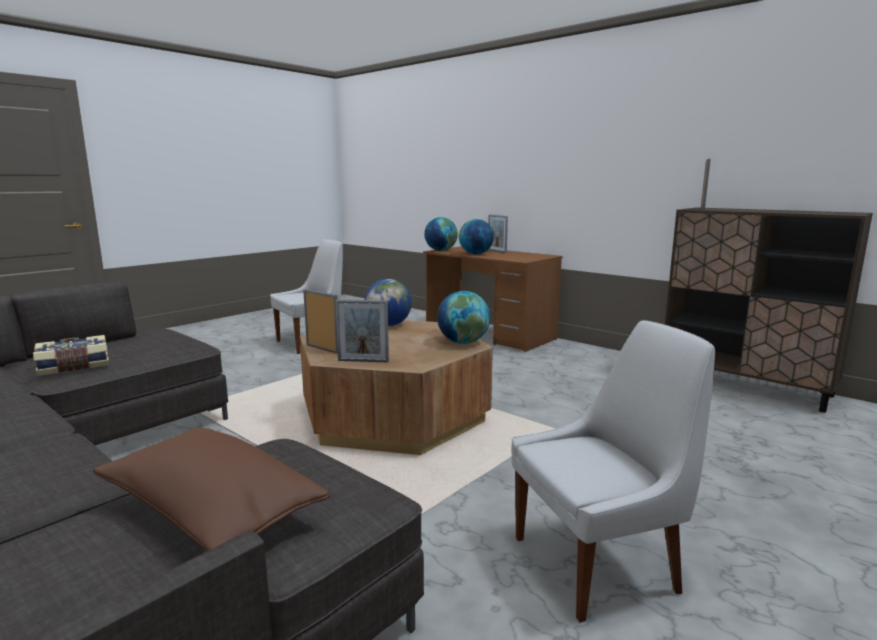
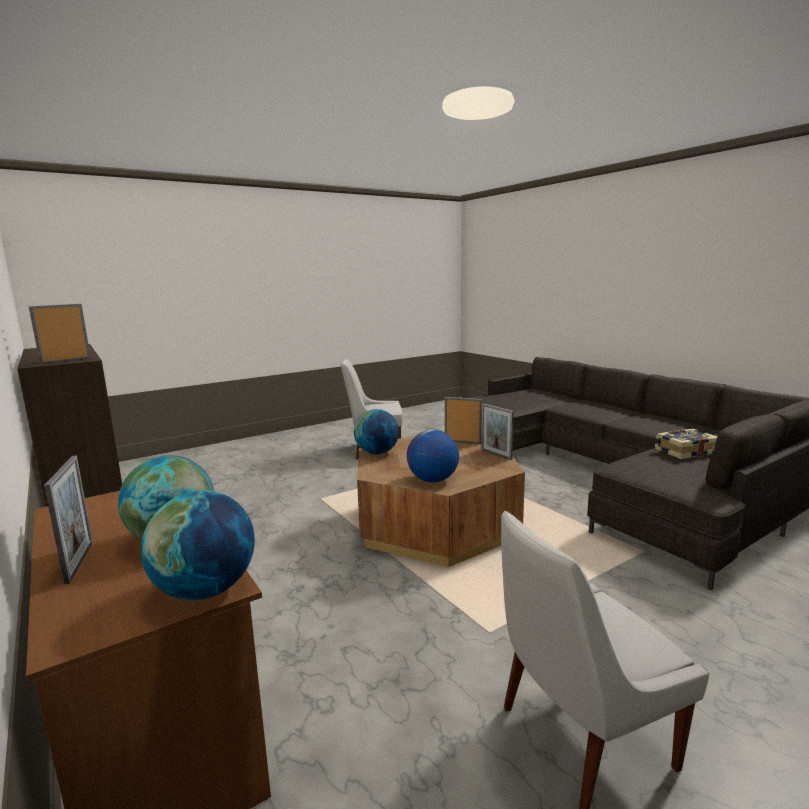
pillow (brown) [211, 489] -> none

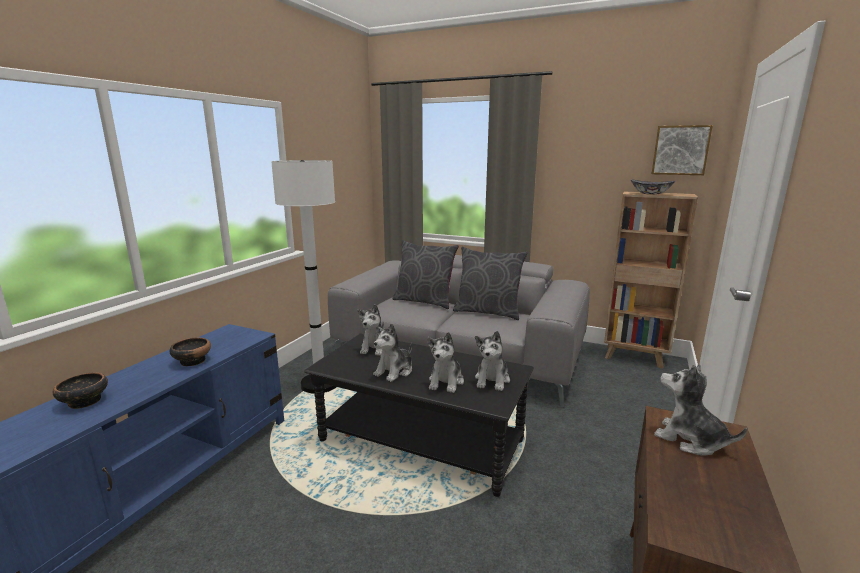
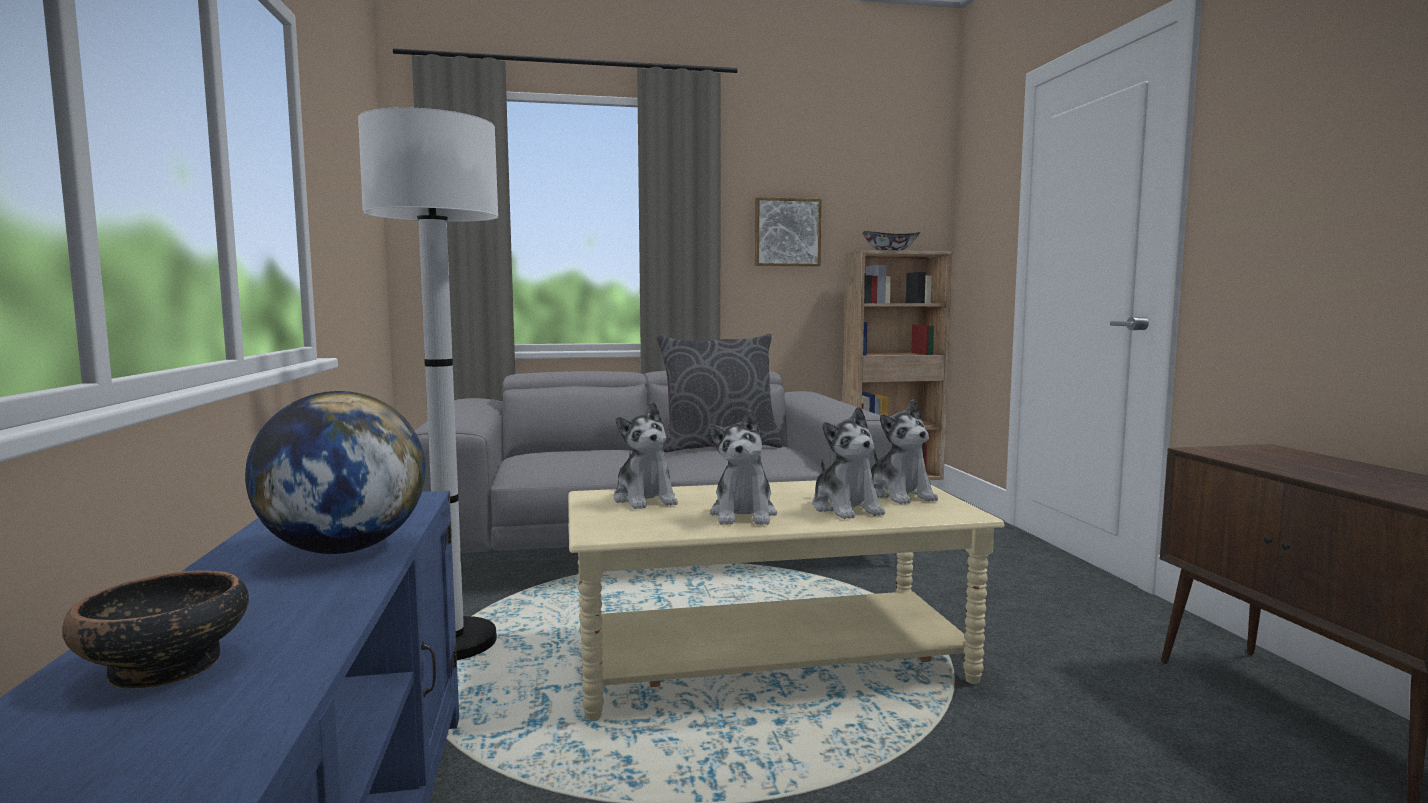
pillow (grey) [426, 274] -> none
plush toy [700, 410] -> none
picture [682, 150] -> picture [788, 231], shifted
bowl [190, 351] -> globe [335, 472]
coffee table (black) [419, 415] -> coffee table (beige) [786, 600]

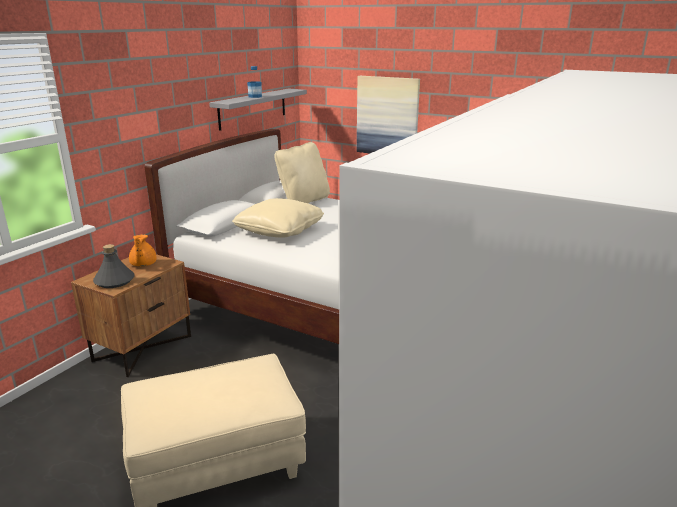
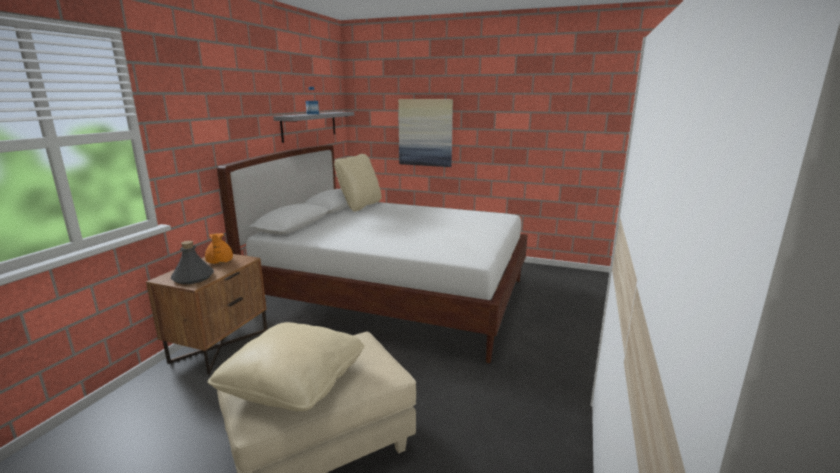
pillow (beige) [278, 218] -> pillow (beige) [286, 366], shifted

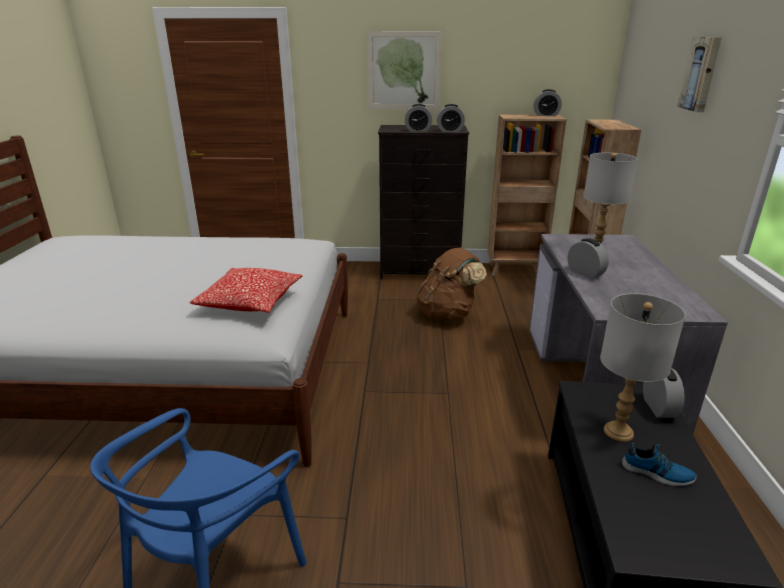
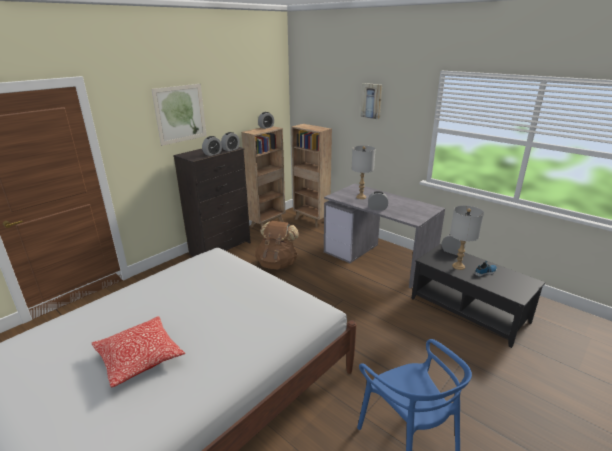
pillow [246, 290] -> pillow [138, 352], shifted

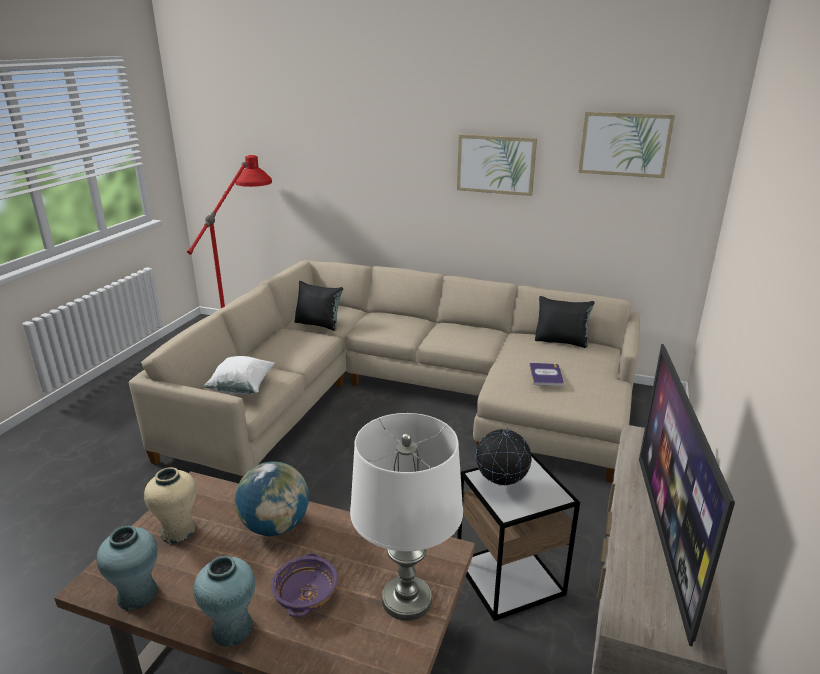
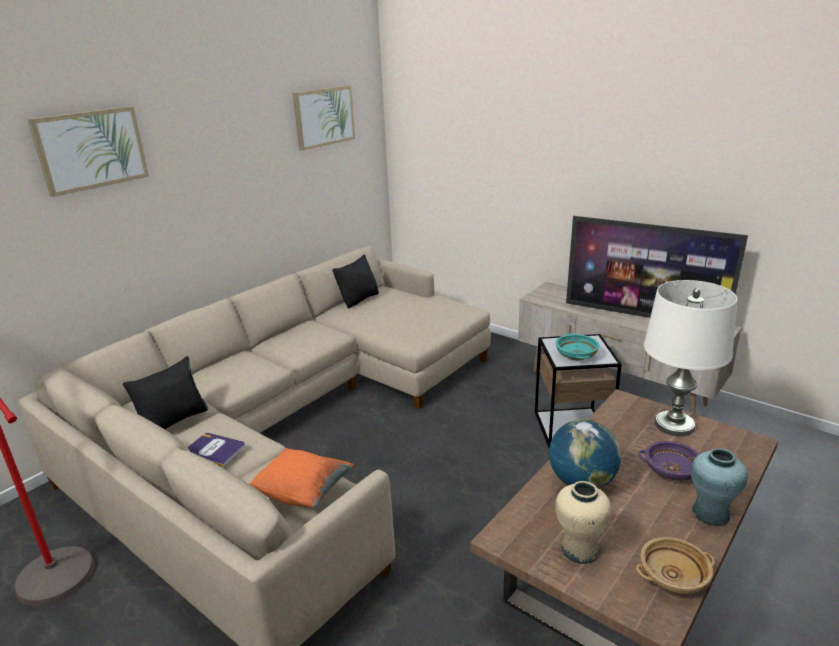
picture [497, 165] -> picture [88, 151], shifted
book [546, 374] -> book [216, 450], shifted
vase (turquoise) [127, 568] -> bowl (beige) [675, 565]
globe [504, 456] -> bowl (turquoise) [577, 347]
pillow (white) [239, 375] -> pillow (orange) [302, 478]

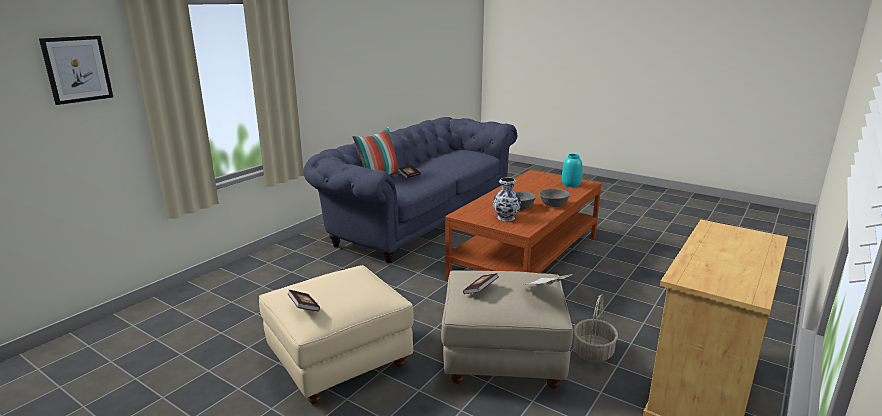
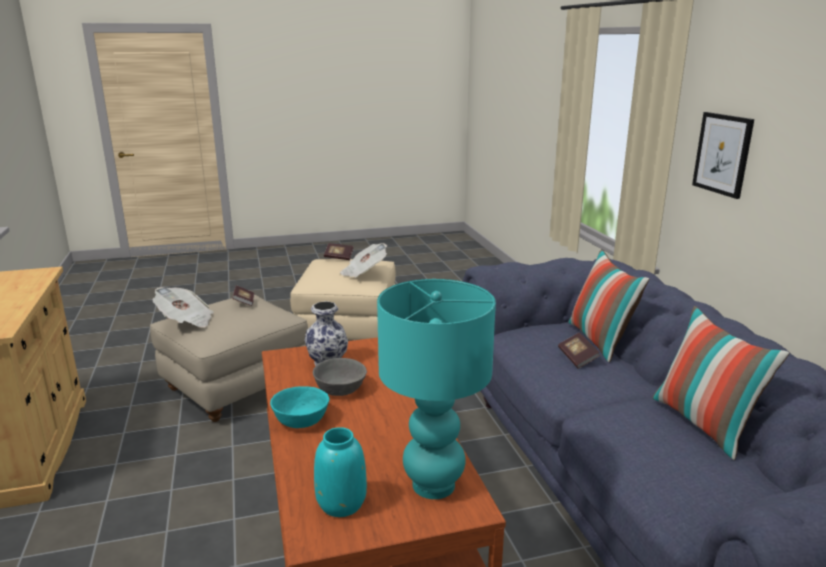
basket [595, 328] -> none
none -> newspaper [363, 260]
none -> table lamp (turquoise) [436, 389]
none -> pillow [720, 383]
picture [76, 70] -> picture [723, 155], shifted
bowl (grey) [554, 198] -> bowl (turquoise) [299, 407]

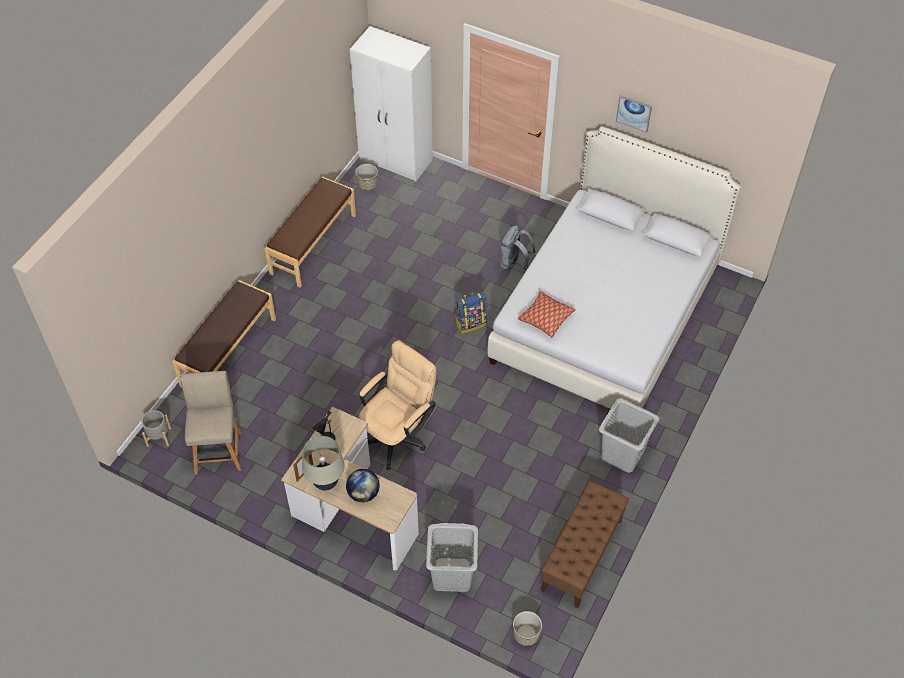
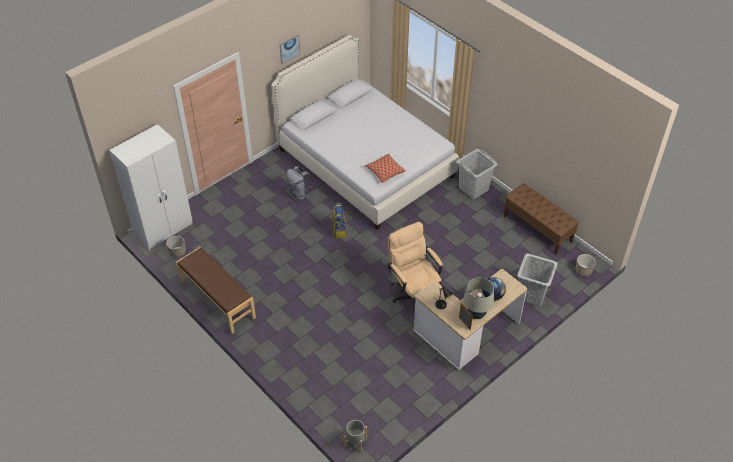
bench (brown) [224, 333] -> none
chair (beige) [211, 422] -> none

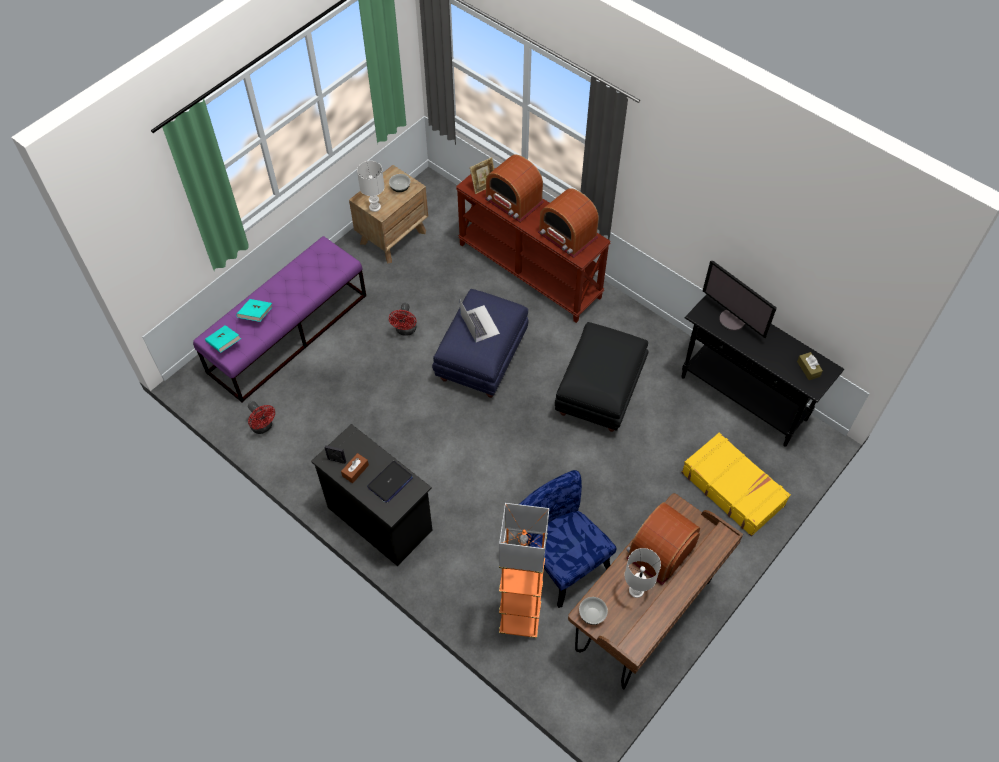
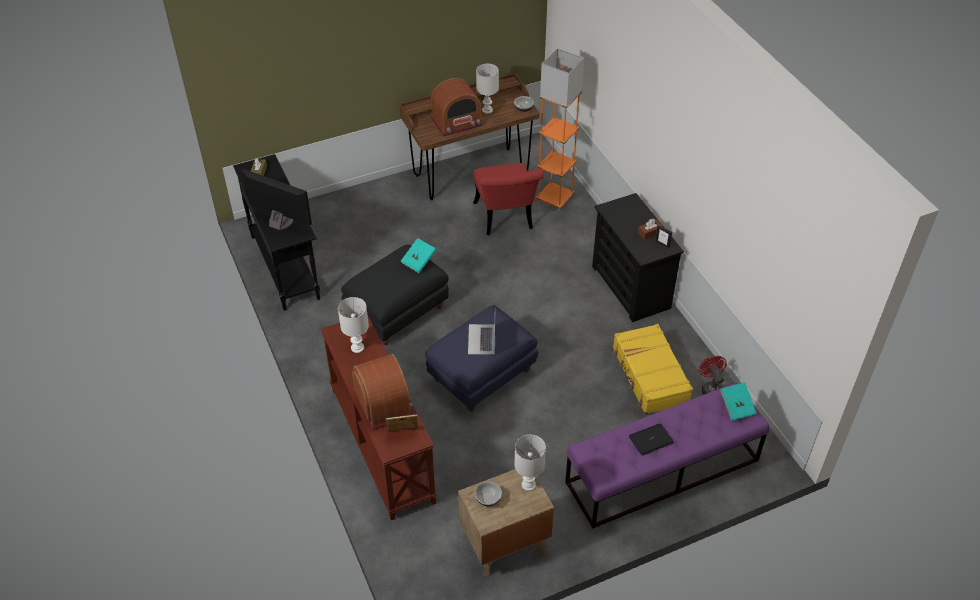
fan (red) [403, 319] -> none
book (turquoise) [254, 310] -> book (turquoise) [418, 255], shifted
laptop [390, 482] -> laptop [651, 439], shifted
suitcase (yellow) [736, 484] -> suitcase (yellow) [652, 369], shifted
radio [568, 223] -> table lamp (white) [353, 325]
chair (blue) [567, 539] -> chair (red) [508, 199]
monitor [740, 300] -> monitor [277, 199], 45 degrees counterclockwise

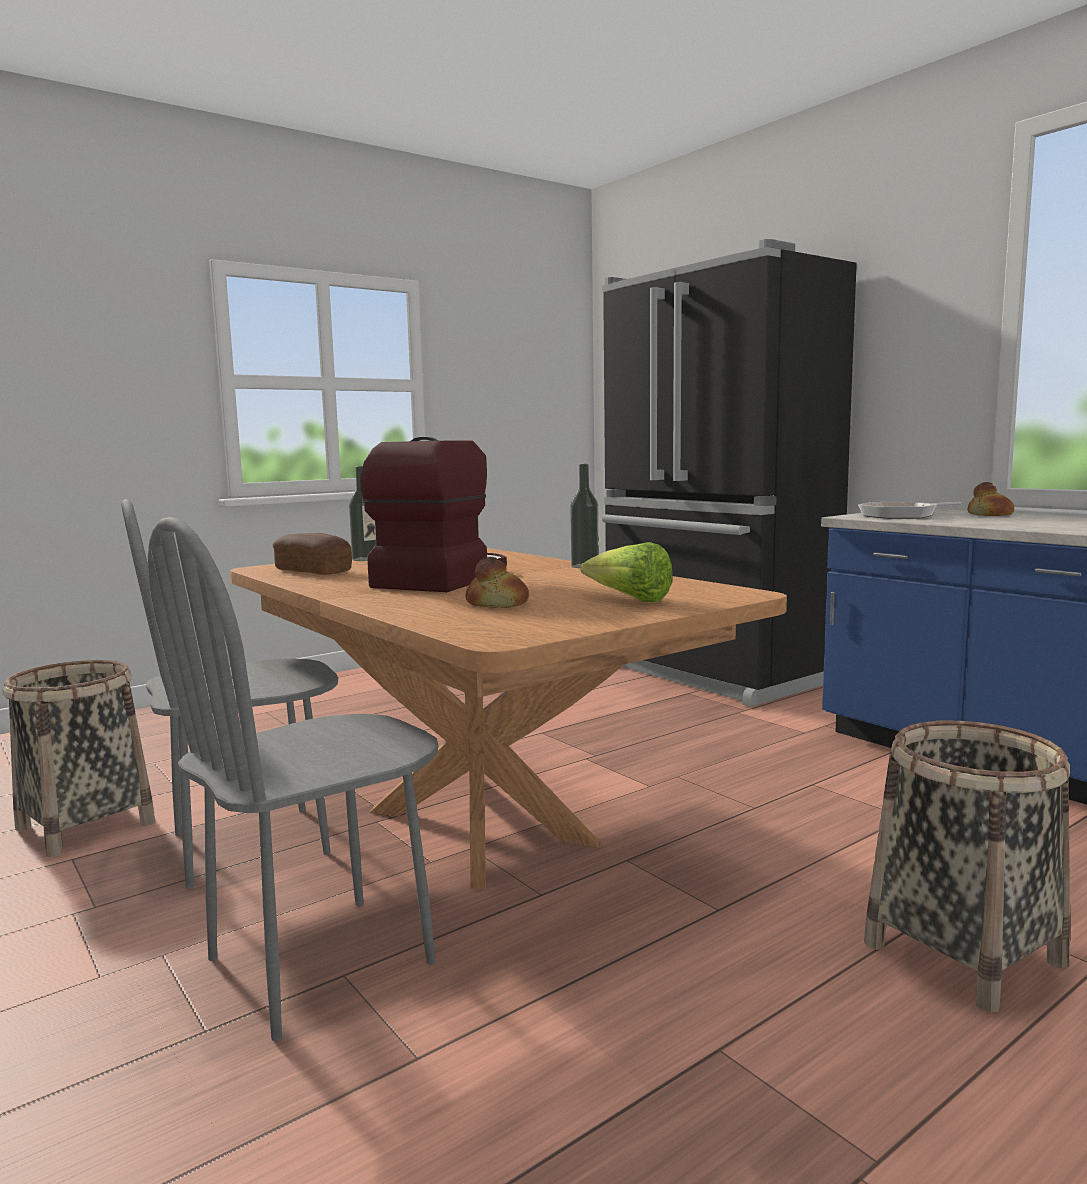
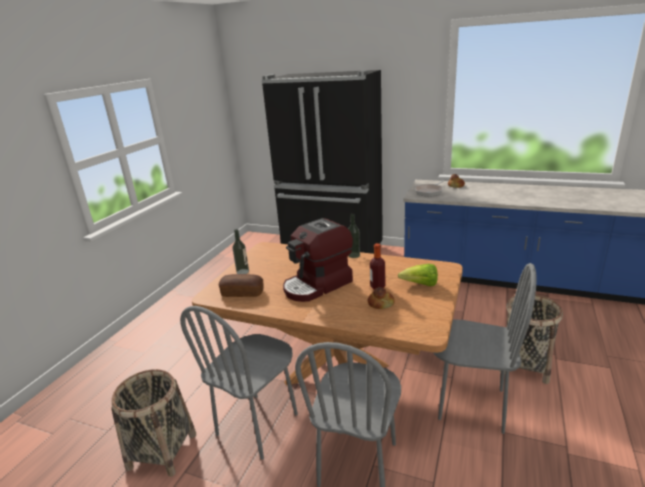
none -> bottle [377, 266]
none -> chair (grey) [484, 348]
coffee machine [433, 514] -> coffee machine [318, 260], 120 degrees counterclockwise

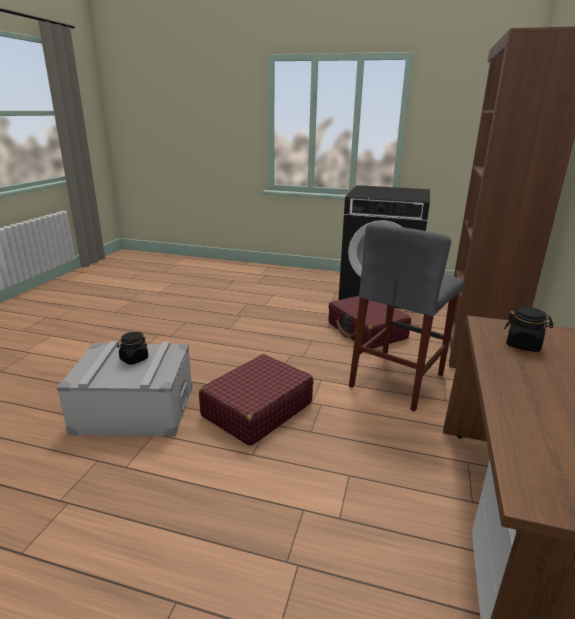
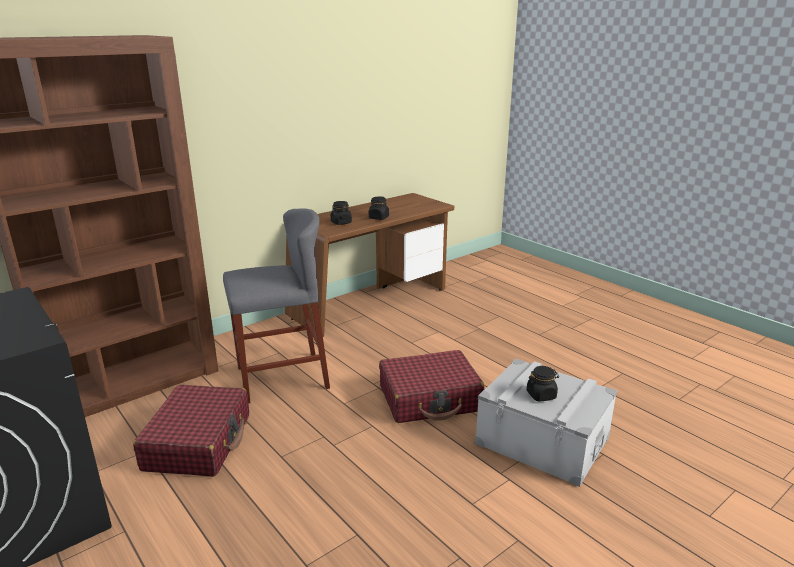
none -> jar (black) [379, 208]

